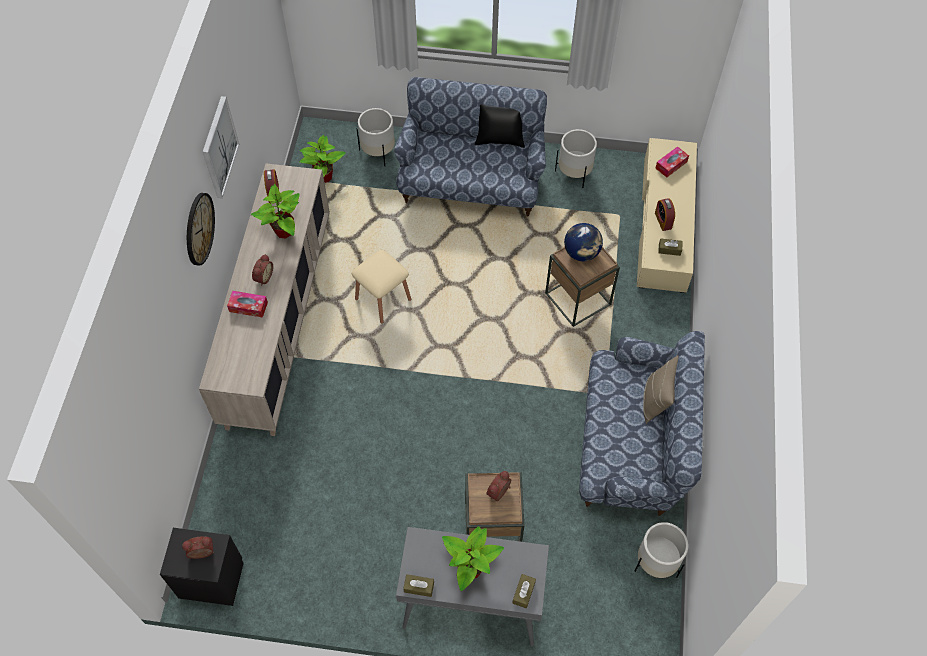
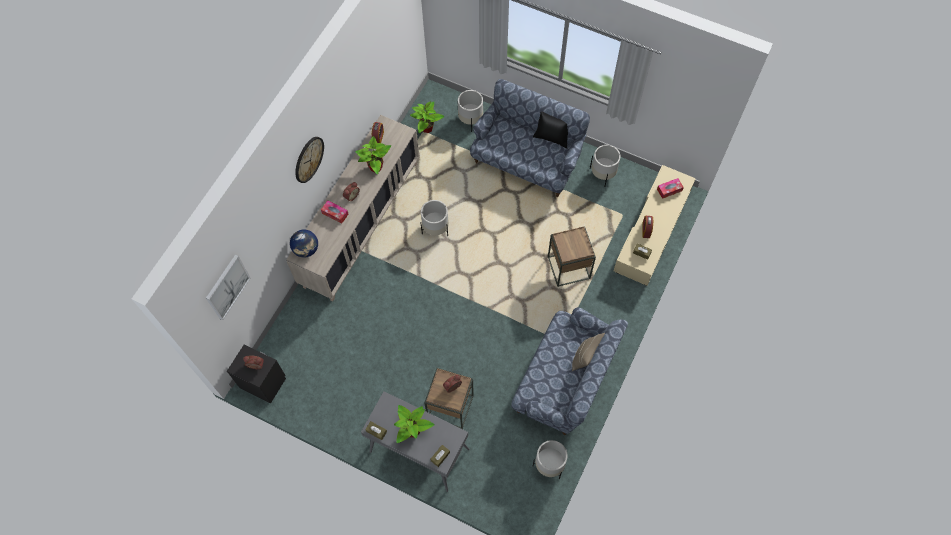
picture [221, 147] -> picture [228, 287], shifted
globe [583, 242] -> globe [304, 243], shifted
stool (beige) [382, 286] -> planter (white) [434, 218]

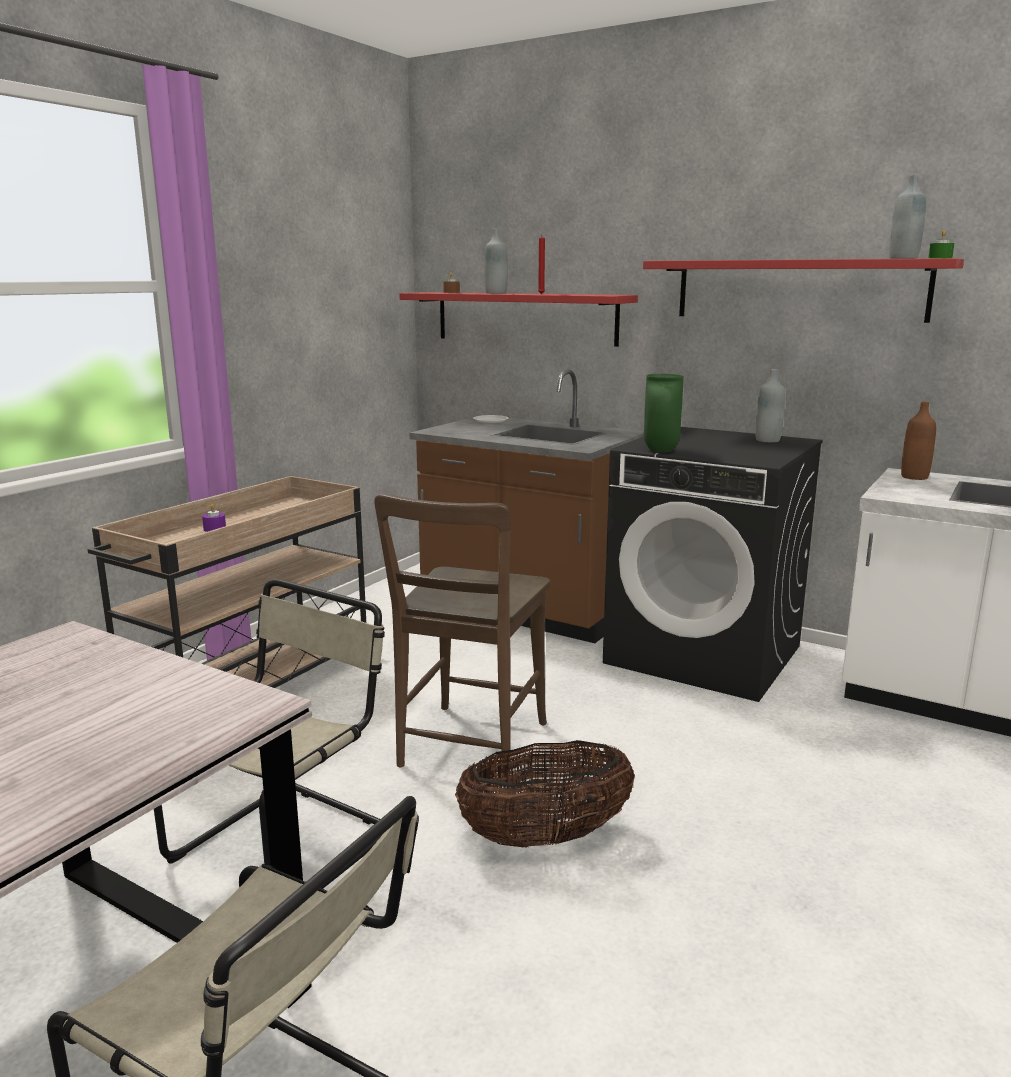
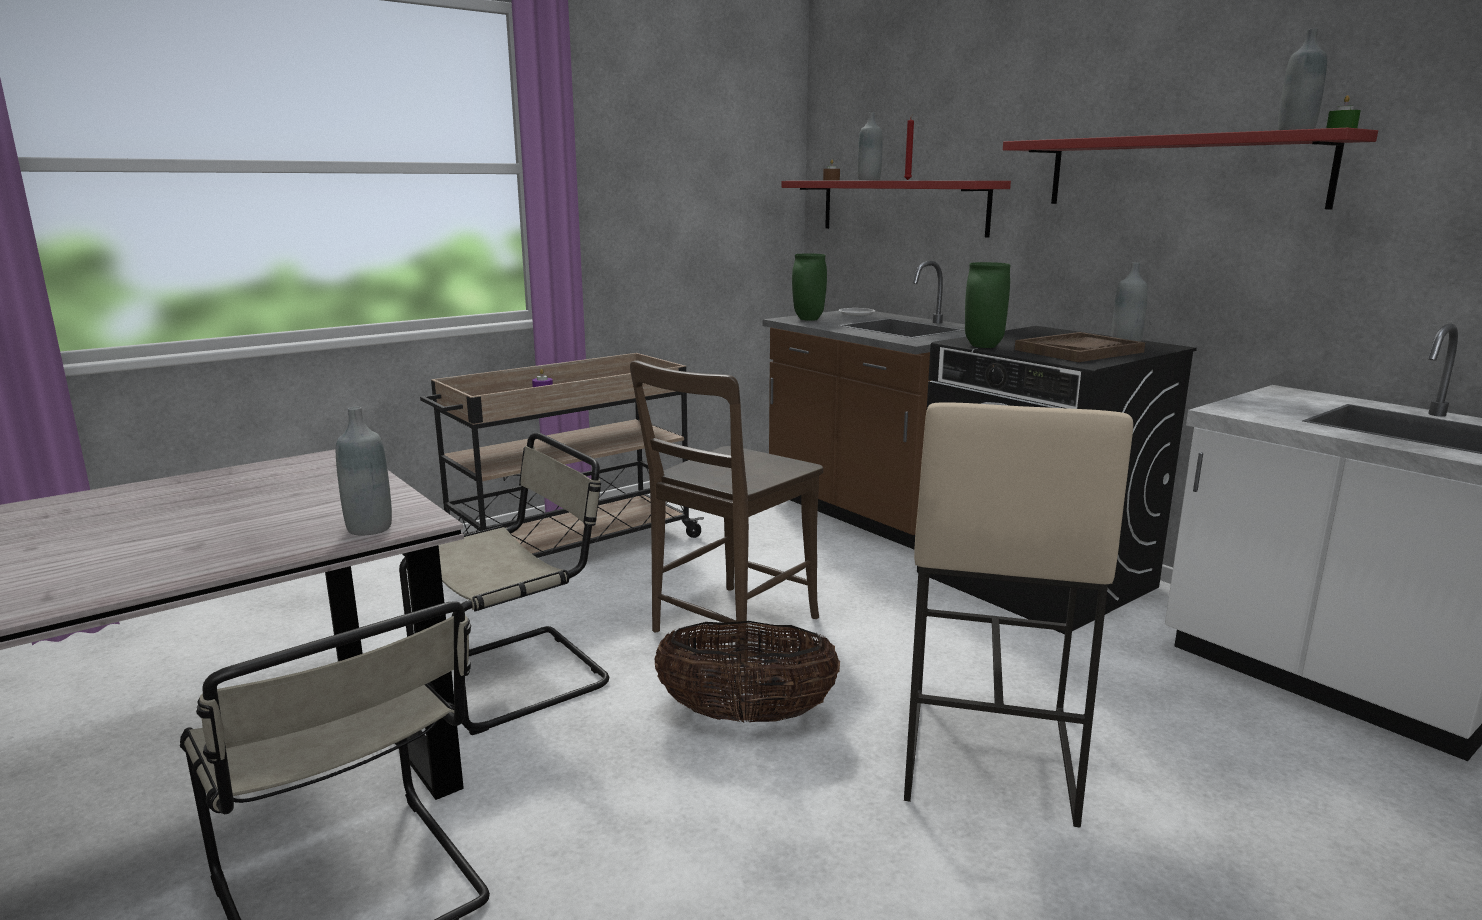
bottle (brown) [918, 441] -> none
none -> bottle (grey) [364, 471]
none -> vase (green) [809, 287]
none -> stool (beige) [1018, 615]
none -> tray (brown) [1080, 347]

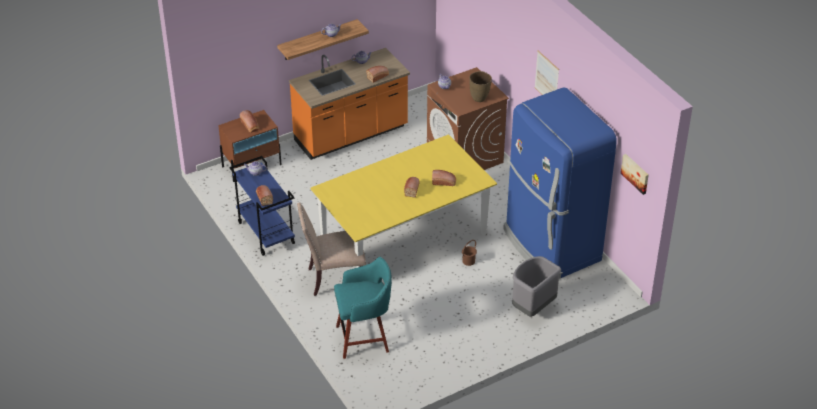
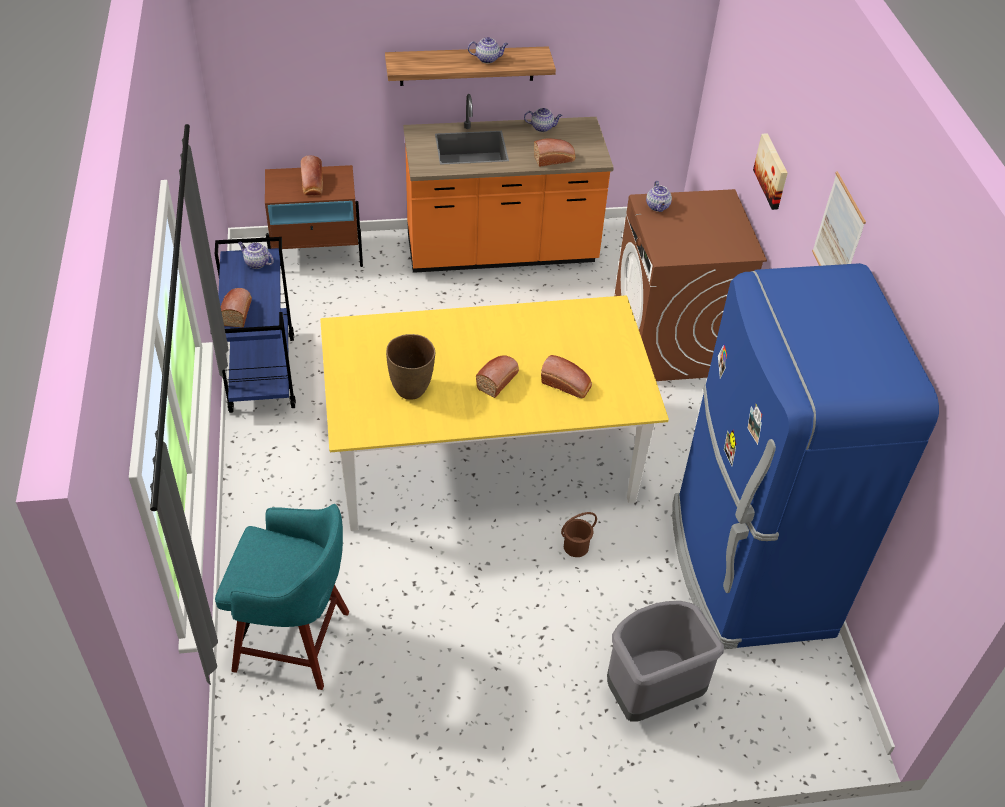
chair (beige) [331, 249] -> none
vase (brown) [481, 86] -> vase (brown) [410, 367], shifted
picture [635, 174] -> picture [770, 171], shifted

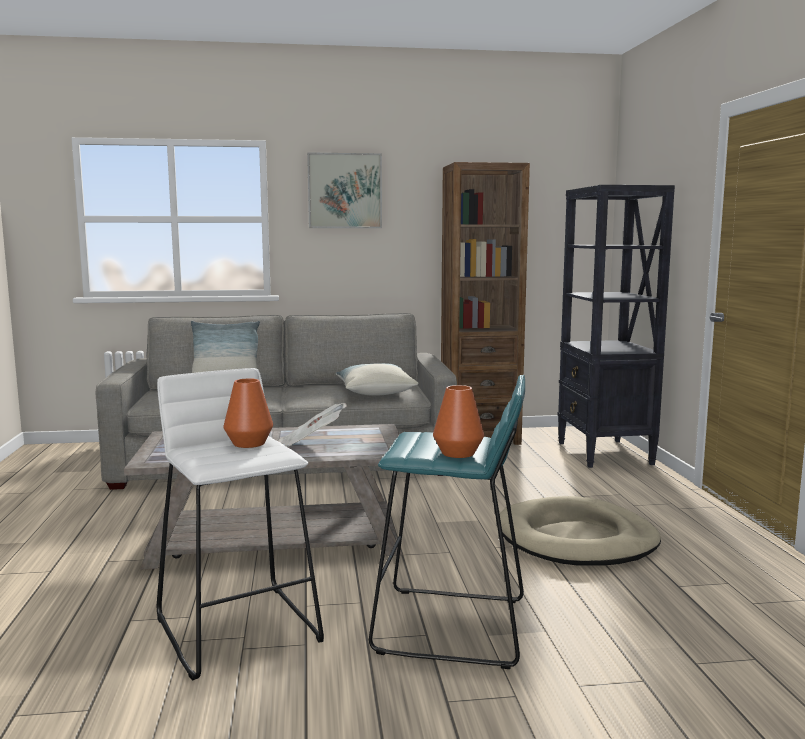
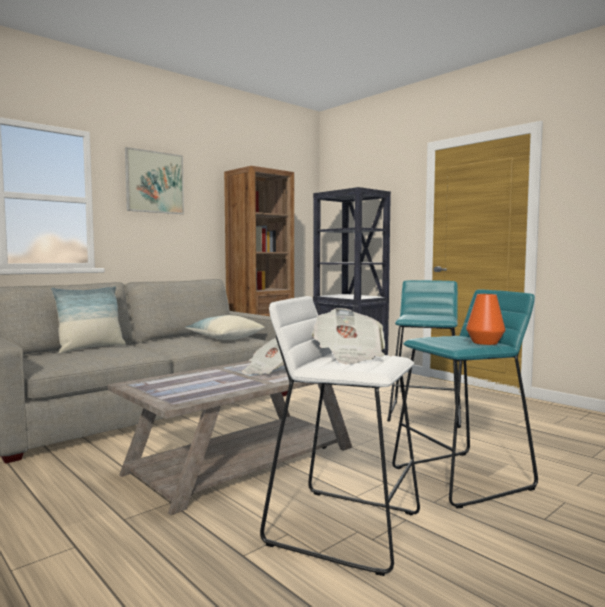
vase (orange) [248, 413] -> newspaper [348, 336]
dog bed (beige) [580, 531] -> stool (turquoise) [424, 354]

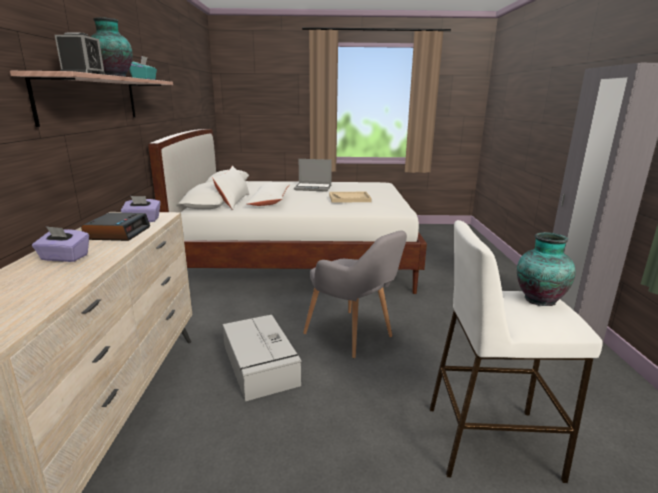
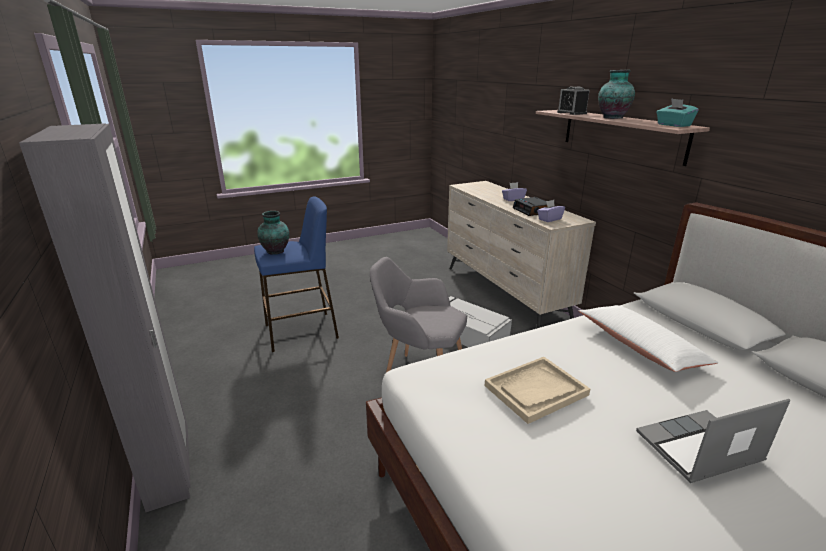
pillow (white) [230, 188] -> none
stool (white) [516, 351] -> stool (blue) [296, 274]

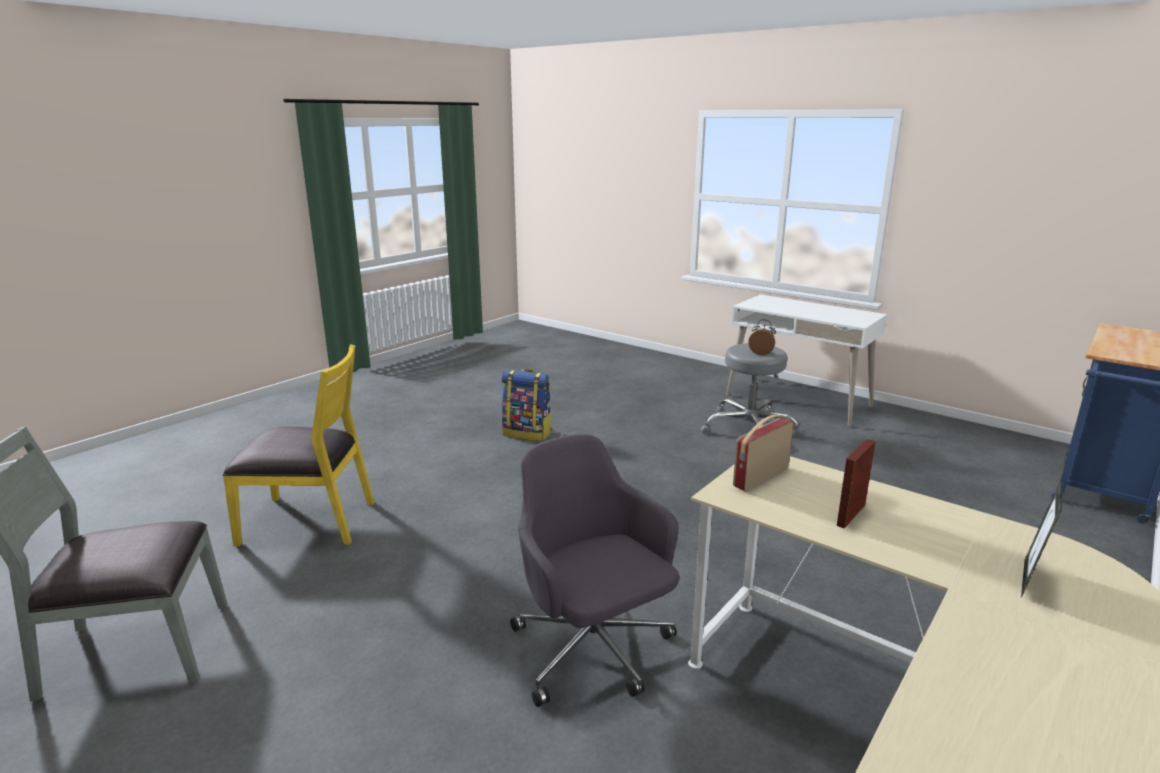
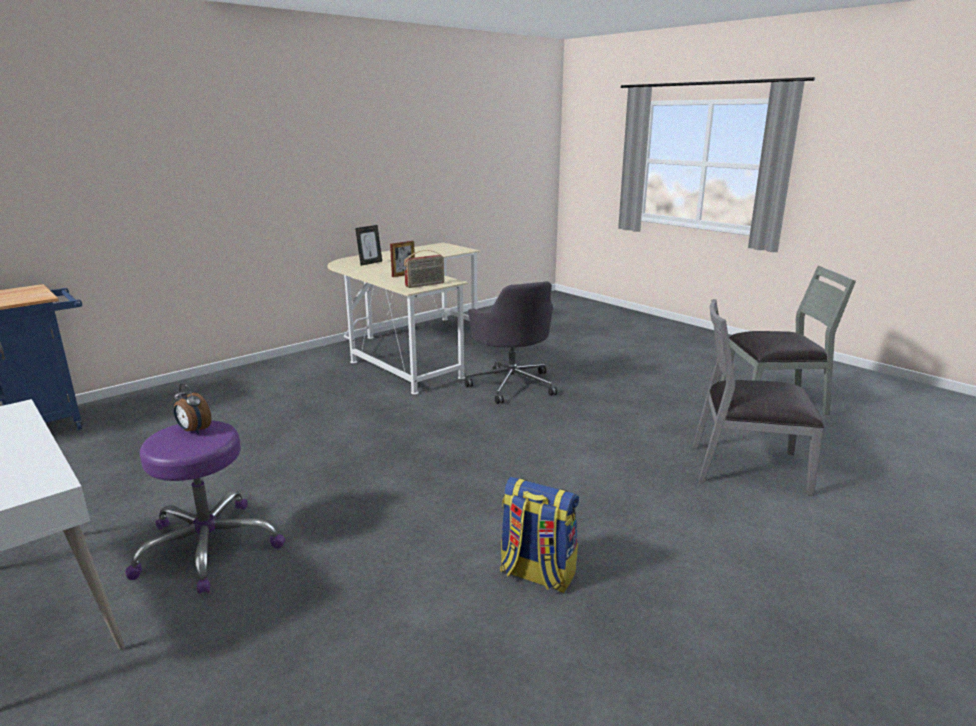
chair (yellow) [298, 445] -> chair (grey) [758, 397]
stool (grey) [752, 390] -> stool (purple) [205, 507]

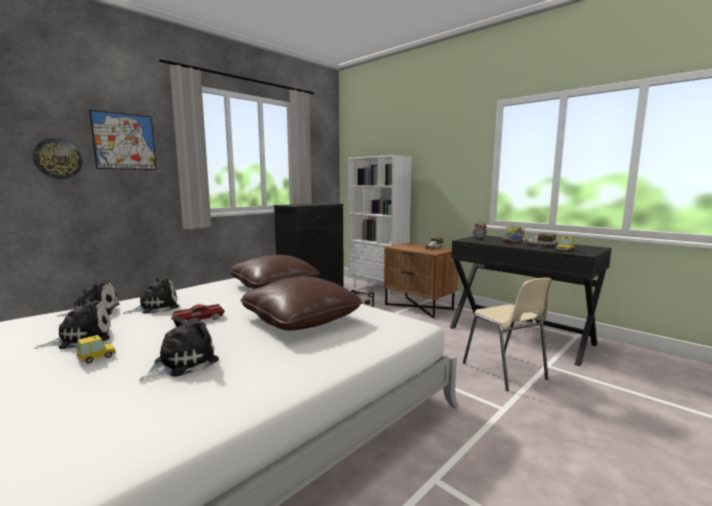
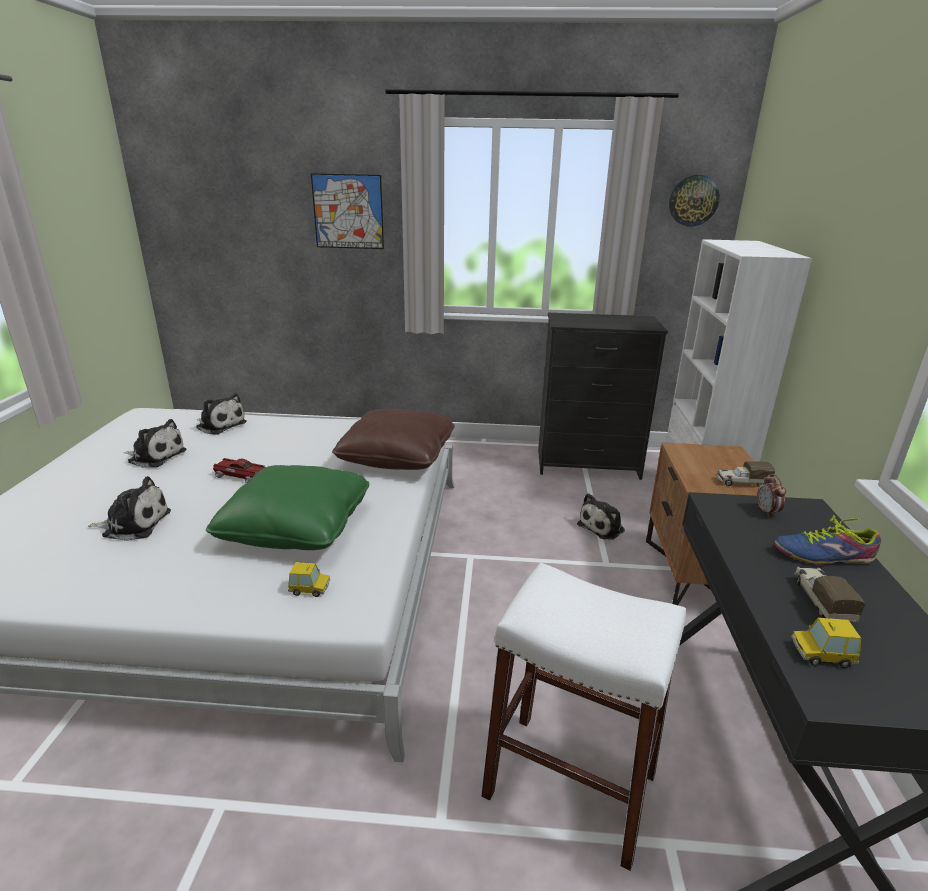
plush toy [151, 295] -> none
wall clock [57, 158] -> wall clock [694, 200], shifted
toy car [96, 349] -> toy car [309, 579], shifted
chair (beige) [507, 334] -> stool (white) [583, 717]
pillow (brown) [301, 304] -> pillow (green) [287, 507]

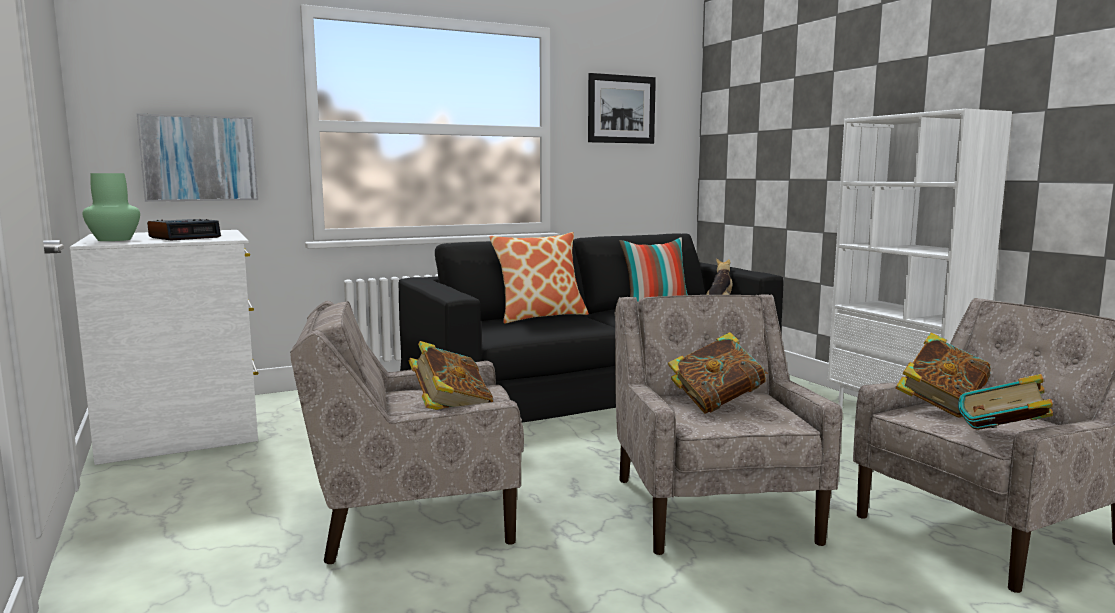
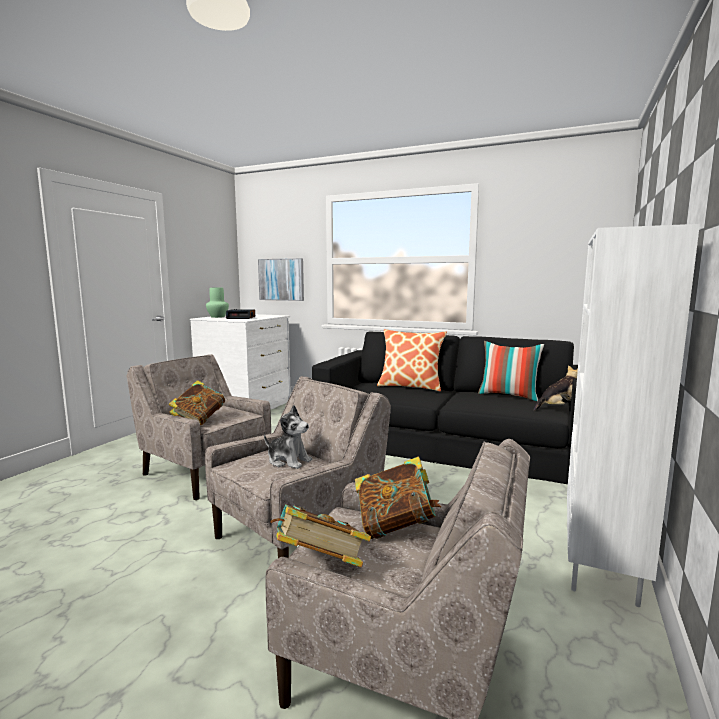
picture [622, 108] -> none
book [718, 373] -> plush toy [288, 437]

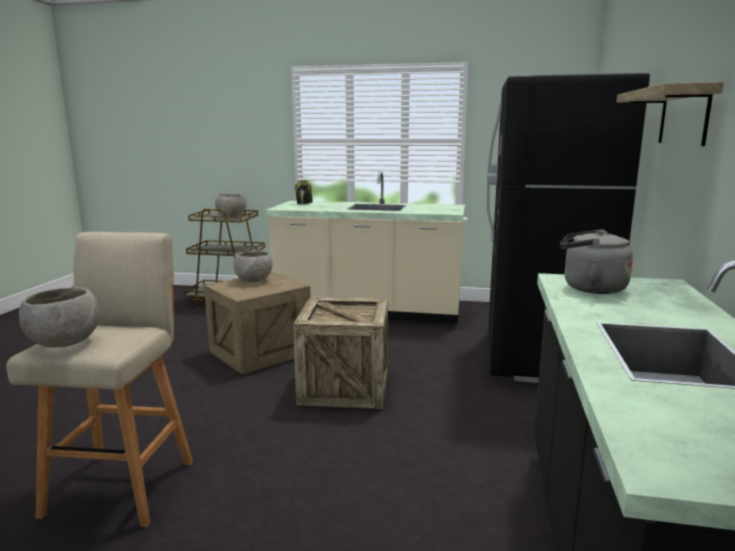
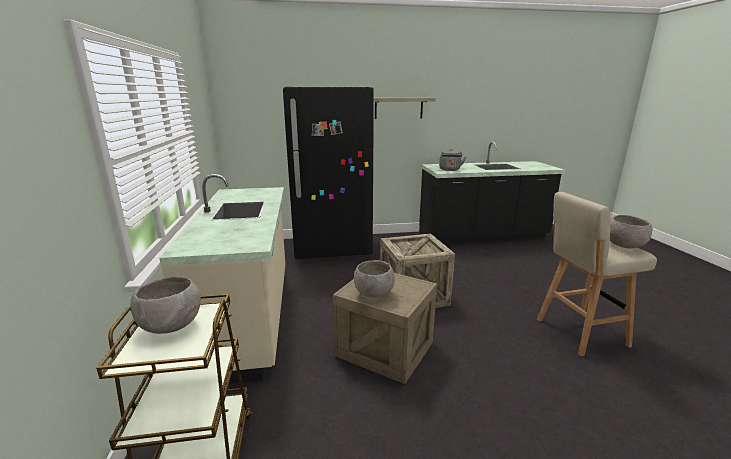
jar [304, 192] -> none

